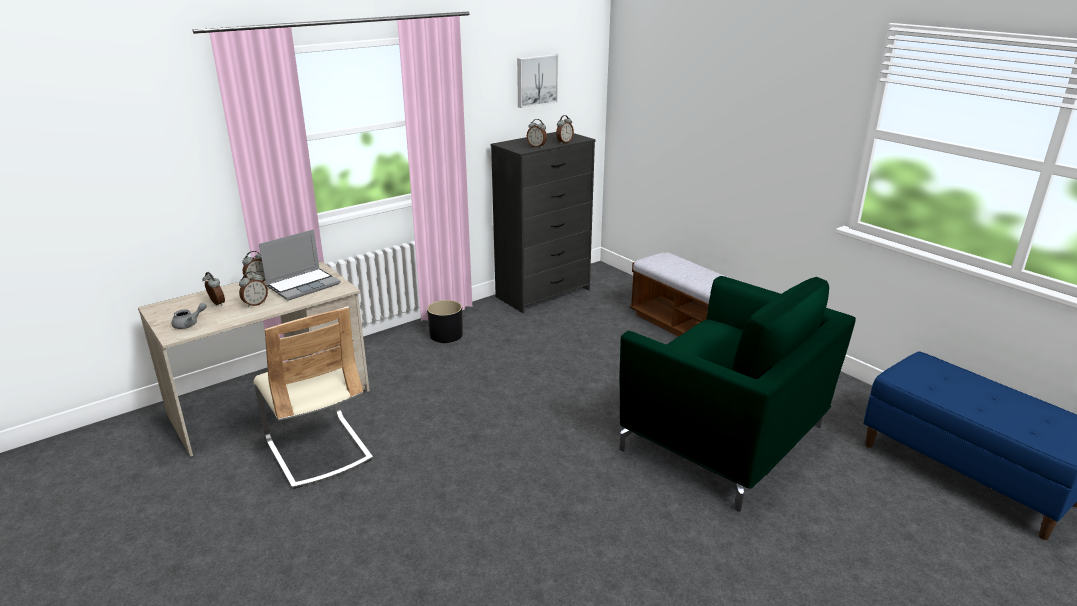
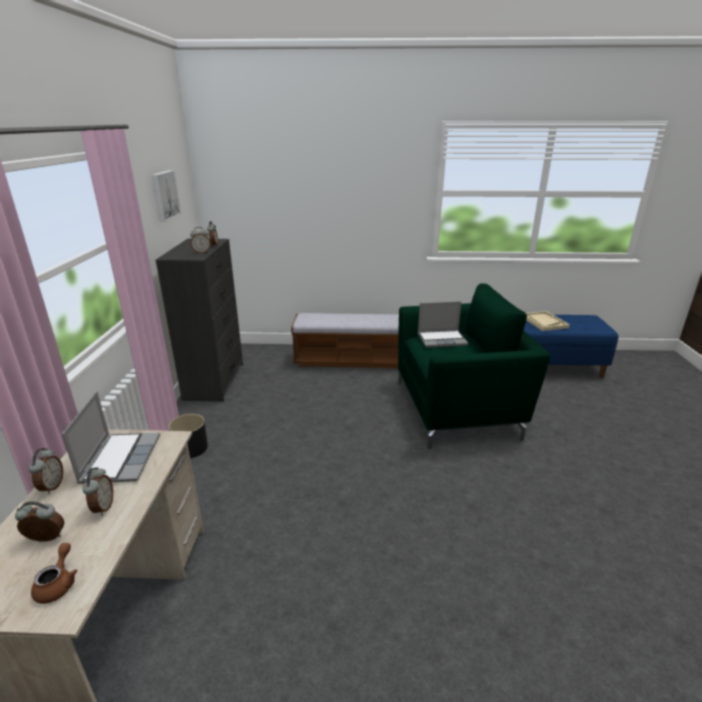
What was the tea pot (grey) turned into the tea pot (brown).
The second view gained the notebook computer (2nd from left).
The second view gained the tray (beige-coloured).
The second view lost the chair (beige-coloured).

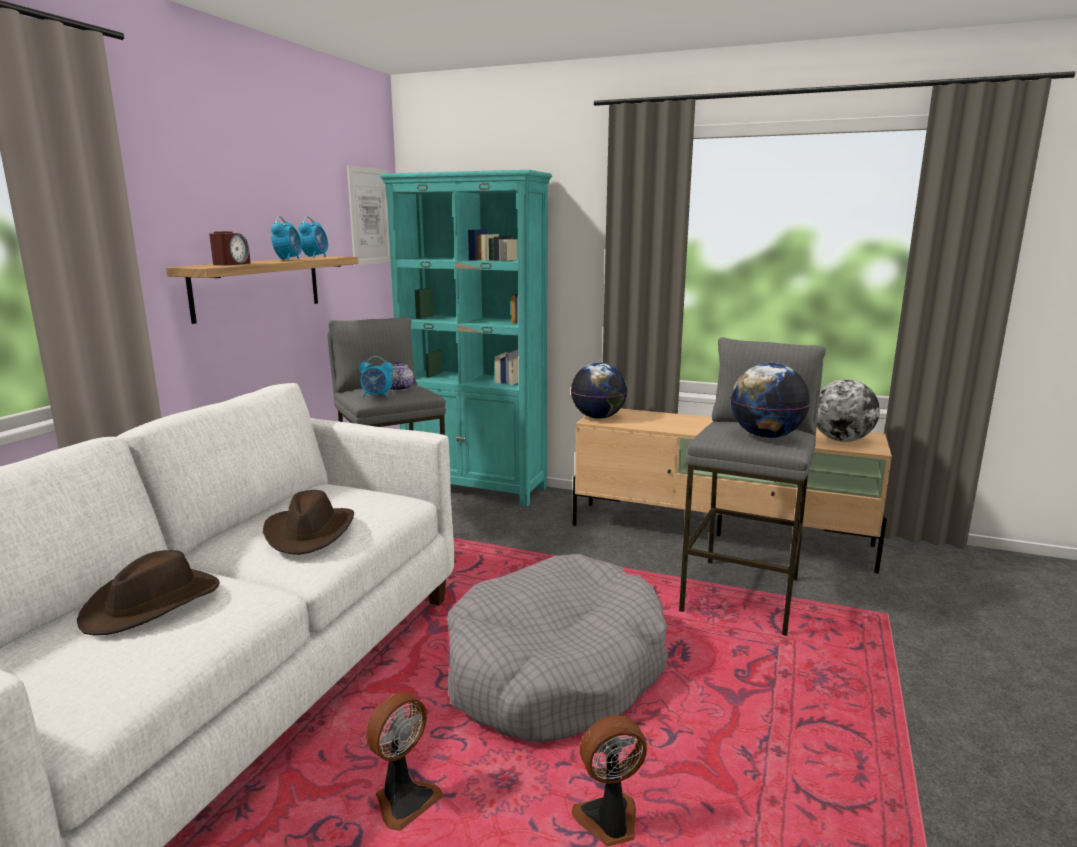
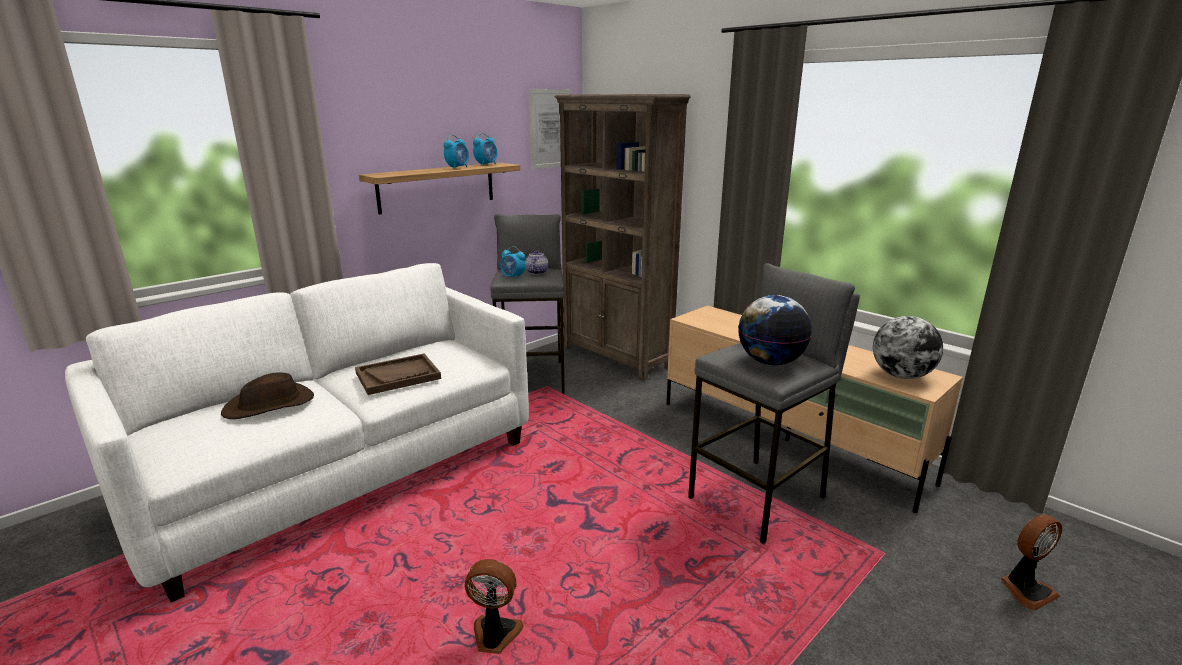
Where the clothing hat (brown) (2nd from left) stood, the tray (brown) came to stand.
What was the bookshelf (turquoise-coloured) turned into the bookshelf (brown).
The cooling fan (1st from left in the first image) ended up elsewhere.
The second view lost the alarm clock (1st from left).
The second view lost the dog bed (grey).
The second view lost the world globe (1st from left).

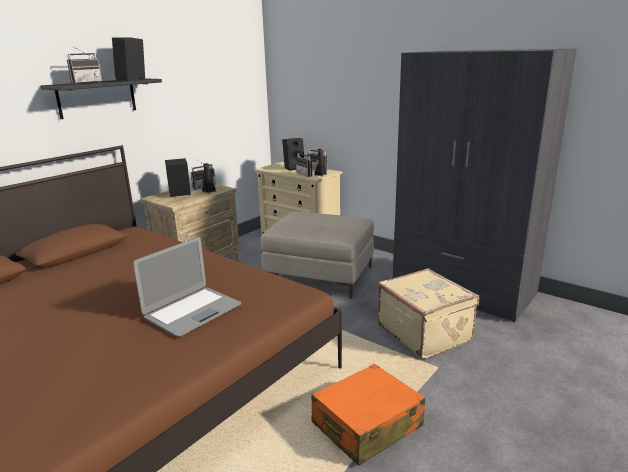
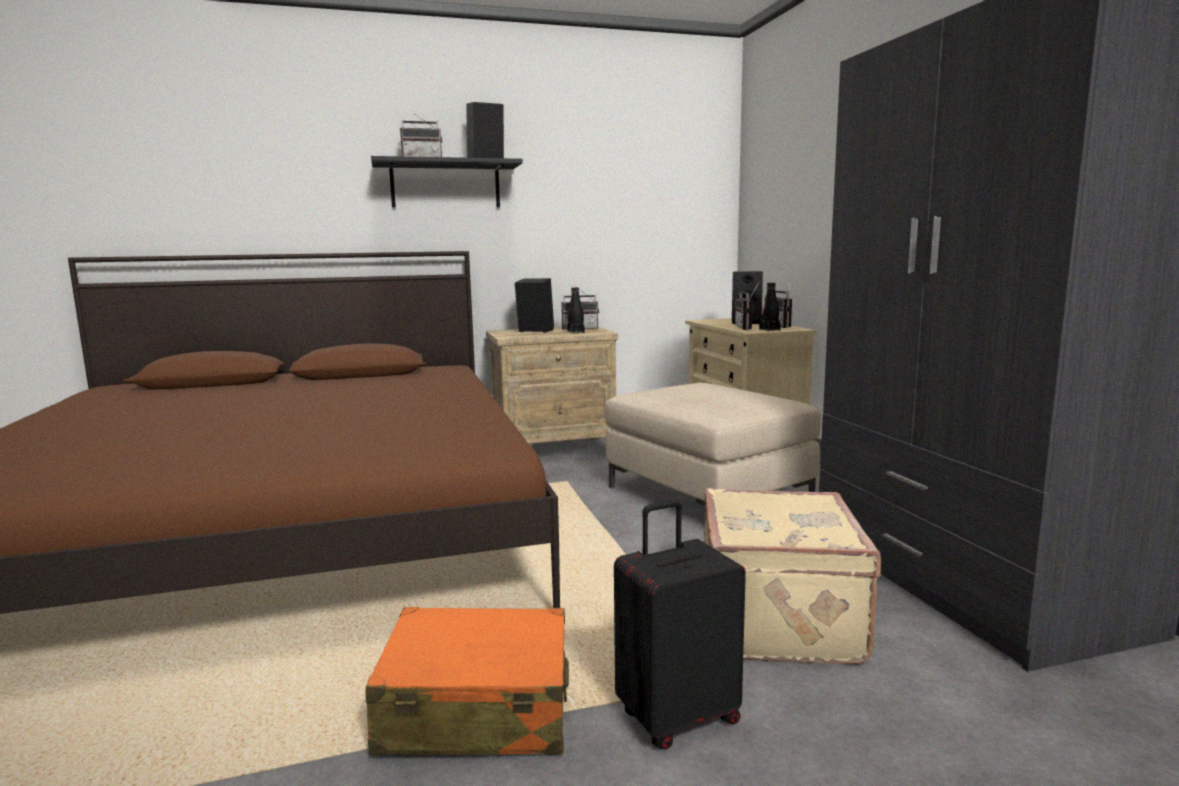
The second view gained the suitcase (black).
The second view lost the notebook computer.

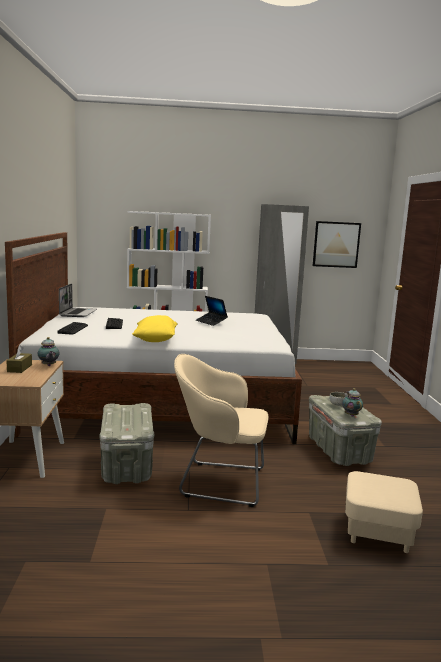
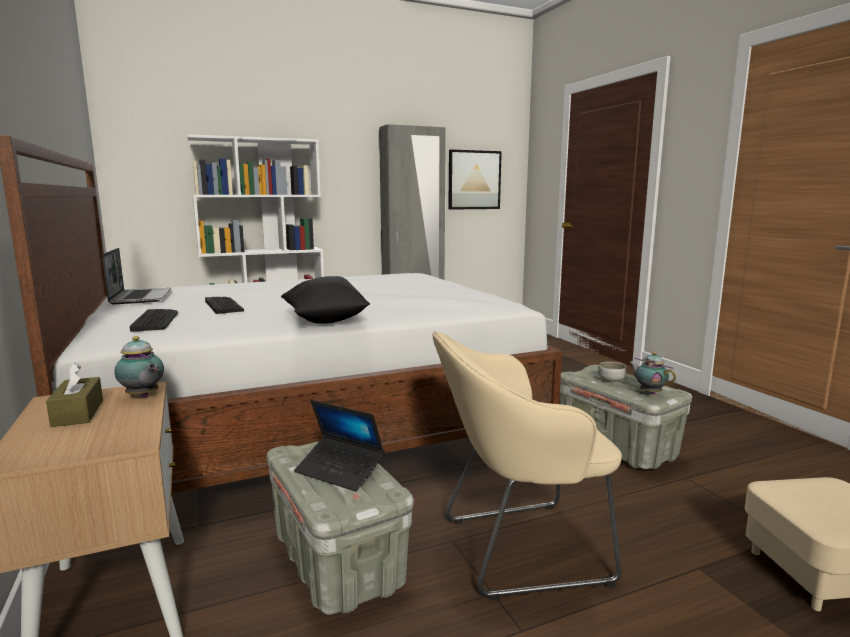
What was the cushion (yellow-coloured) turned into the cushion (black).
The notebook computer (2nd from left) ended up elsewhere.

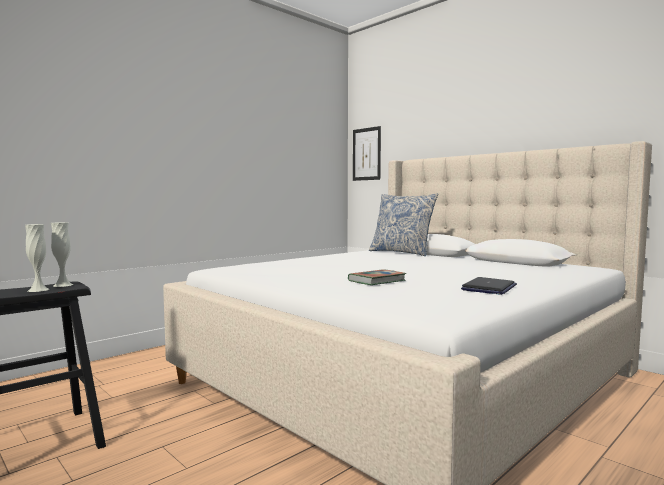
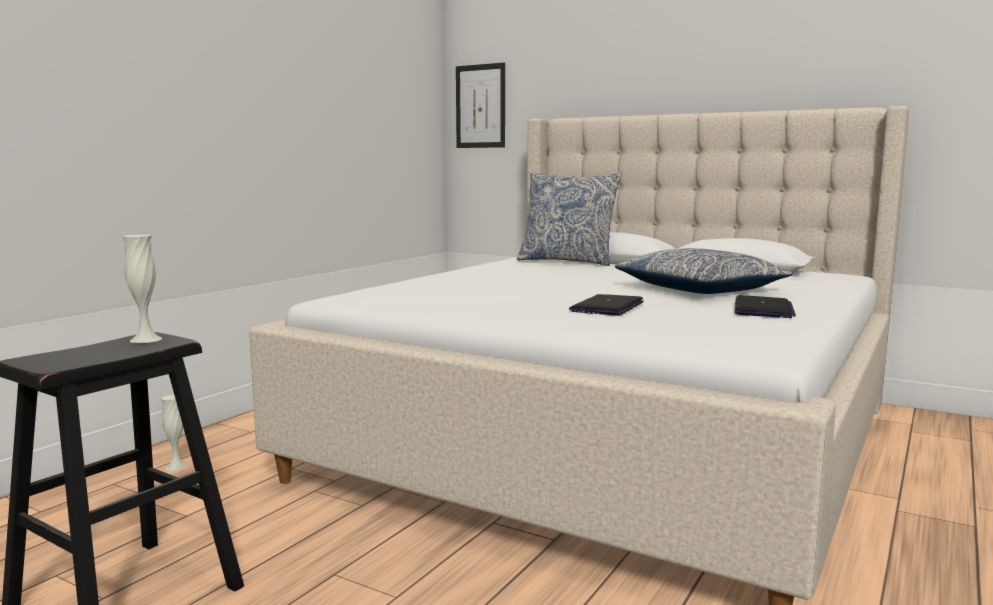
The vase (whitish) (1st from left in the first image) ended up elsewhere.
Where the bound book stood, the notebook computer (1st from left) came to stand.
The second view gained the cushion (2nd from left).

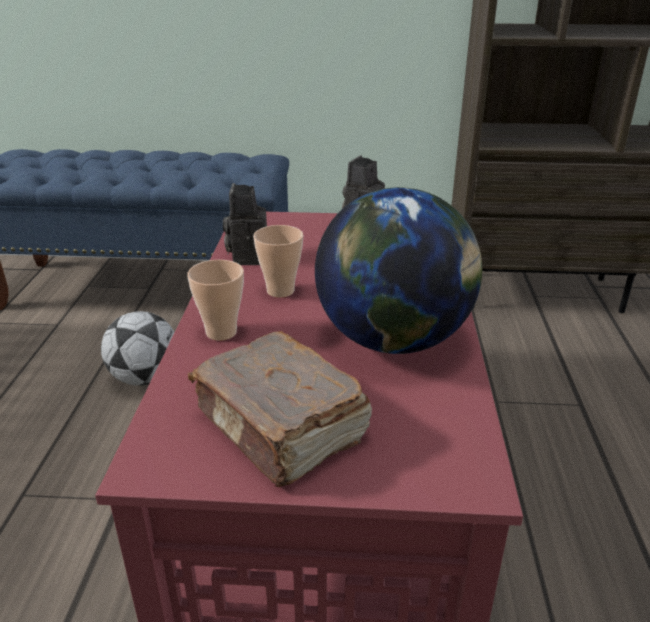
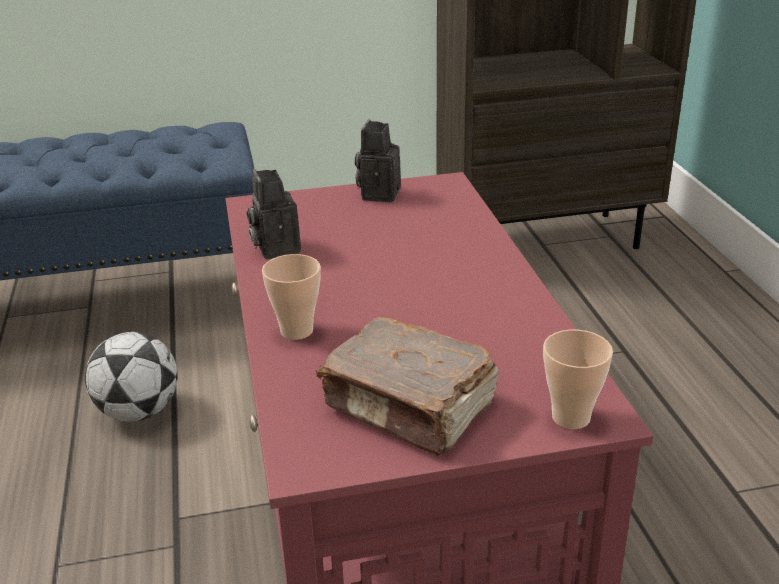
The cup (2nd from left) ended up elsewhere.
The second view lost the world globe.

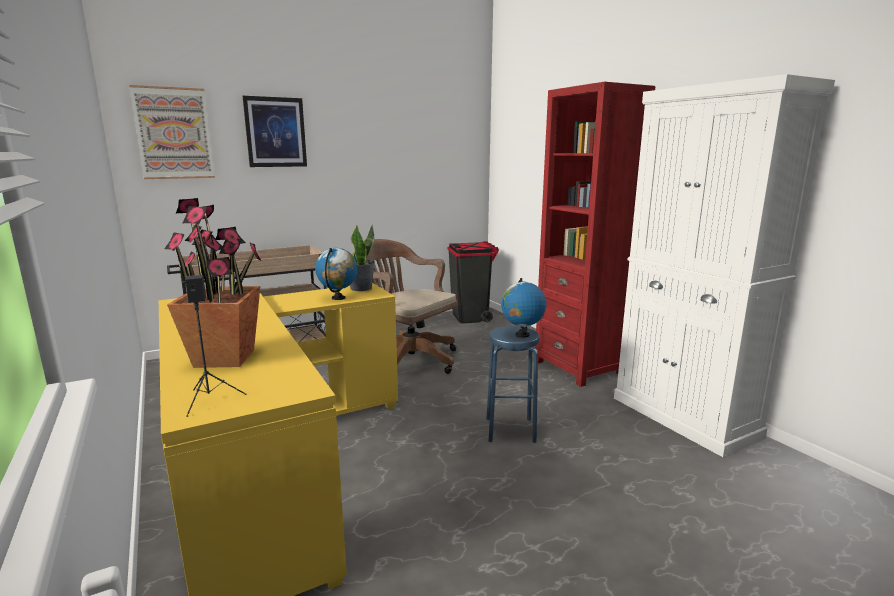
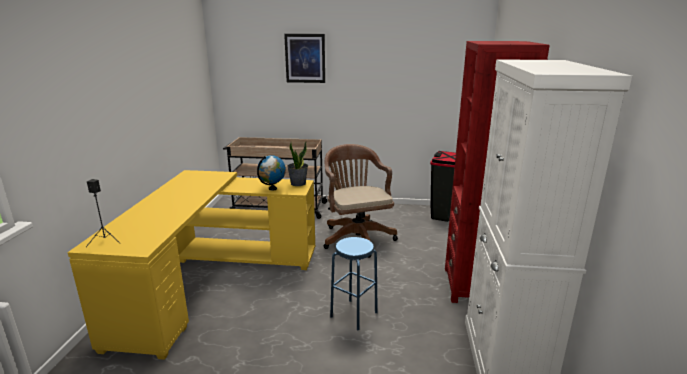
The second view lost the wall picture (1st from left).
The second view lost the plant in a pot (1st from left).
The second view lost the world globe (2nd from left).

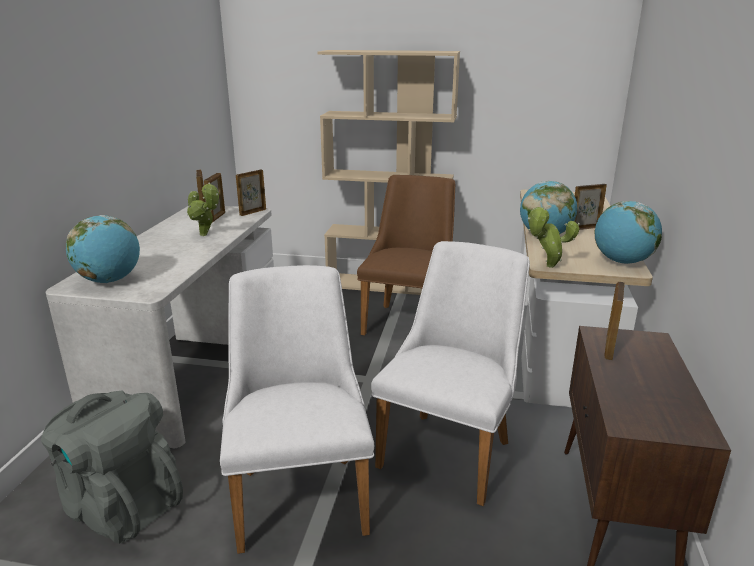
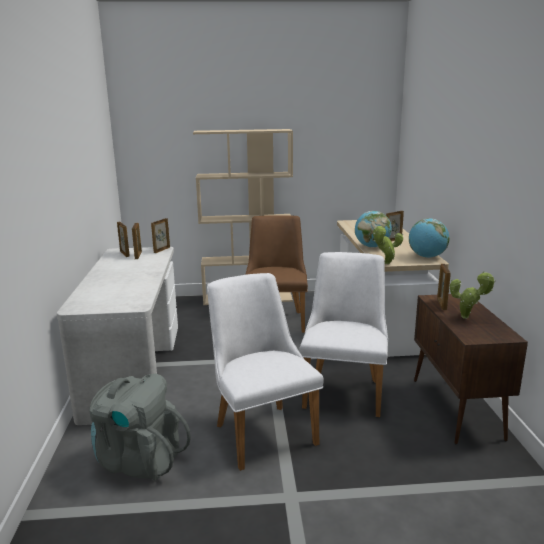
The plant in a pot (1st from left in the first image) ended up elsewhere.
The second view lost the world globe (1st from left).

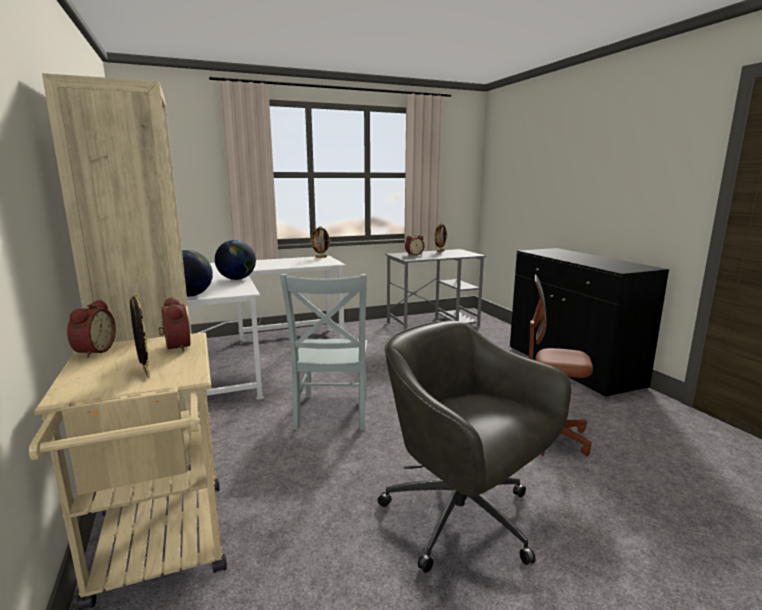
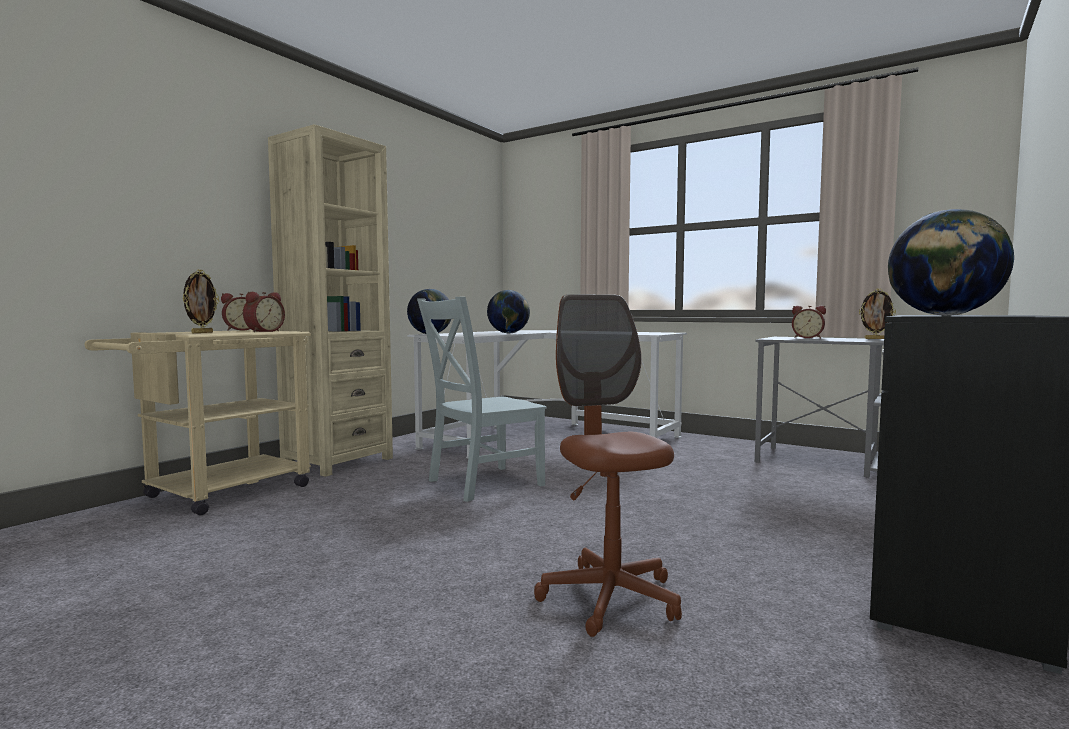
The second view gained the world globe (3rd from left).
The second view lost the picture frame (2nd from left).
The second view lost the office chair (grey).

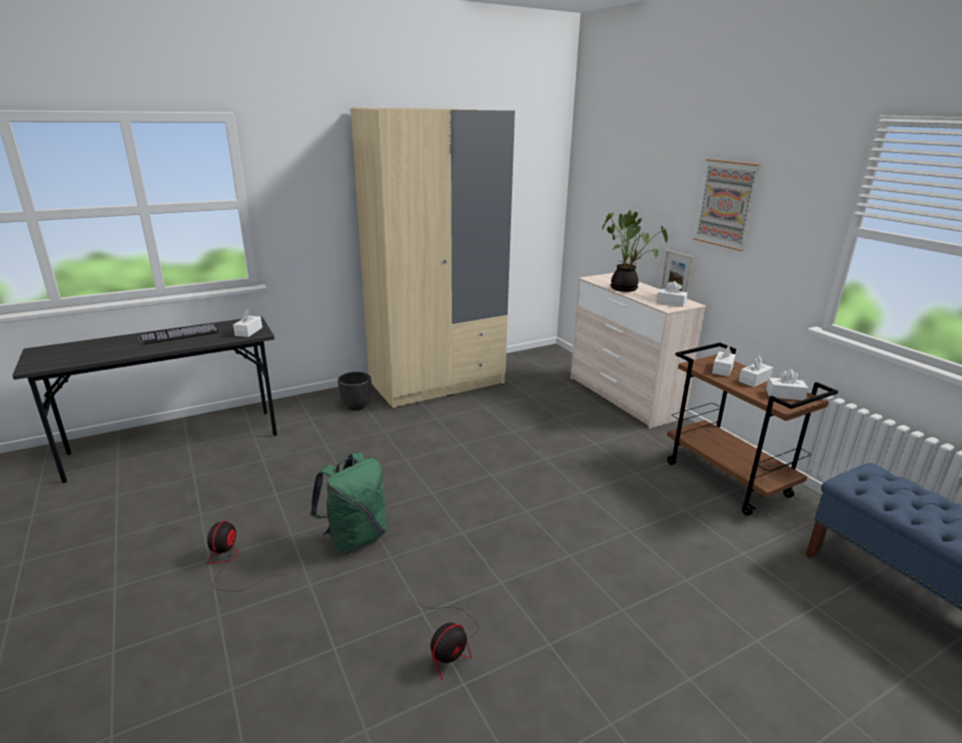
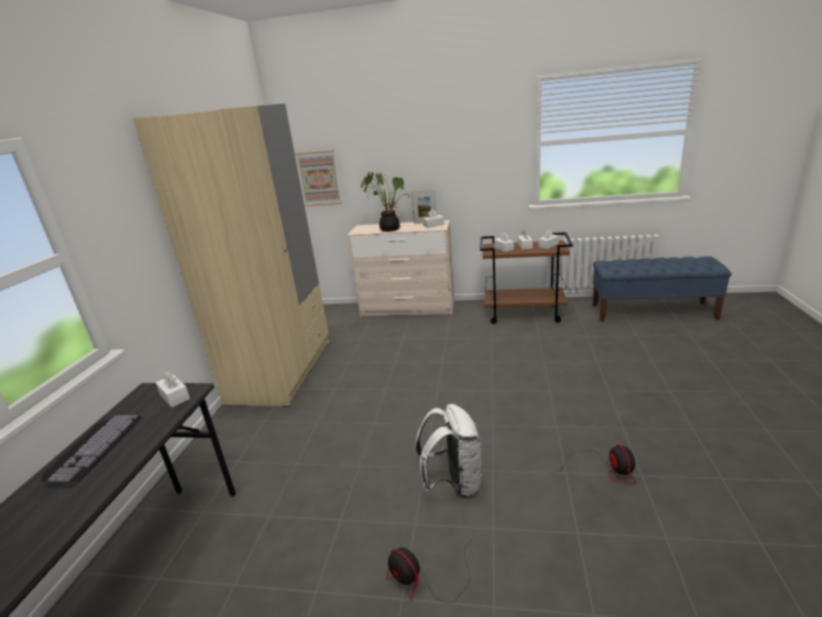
The wall picture ended up elsewhere.
What was the rucksack (green) turned into the rucksack (whitish).
The second view lost the plant pot (black).

